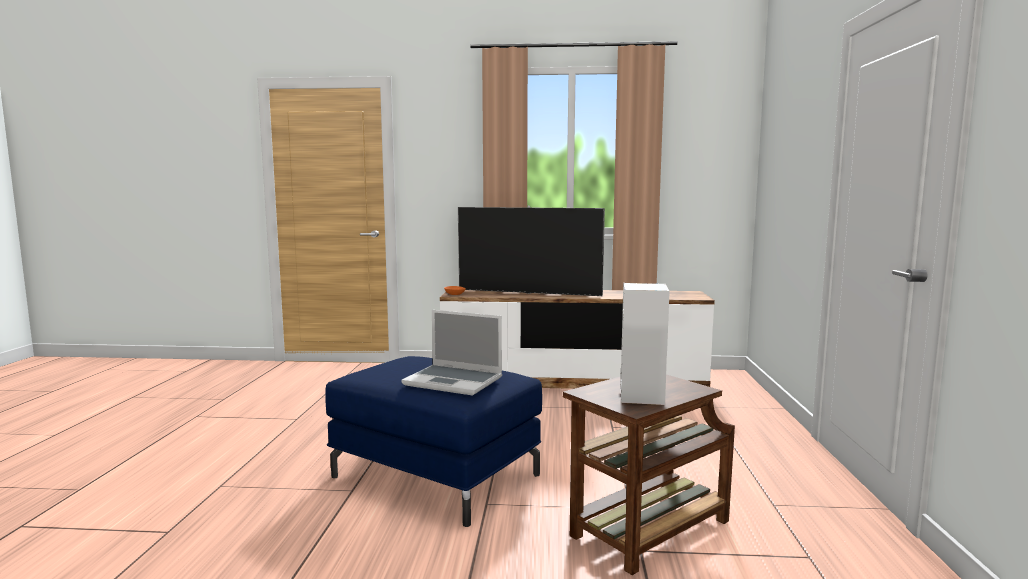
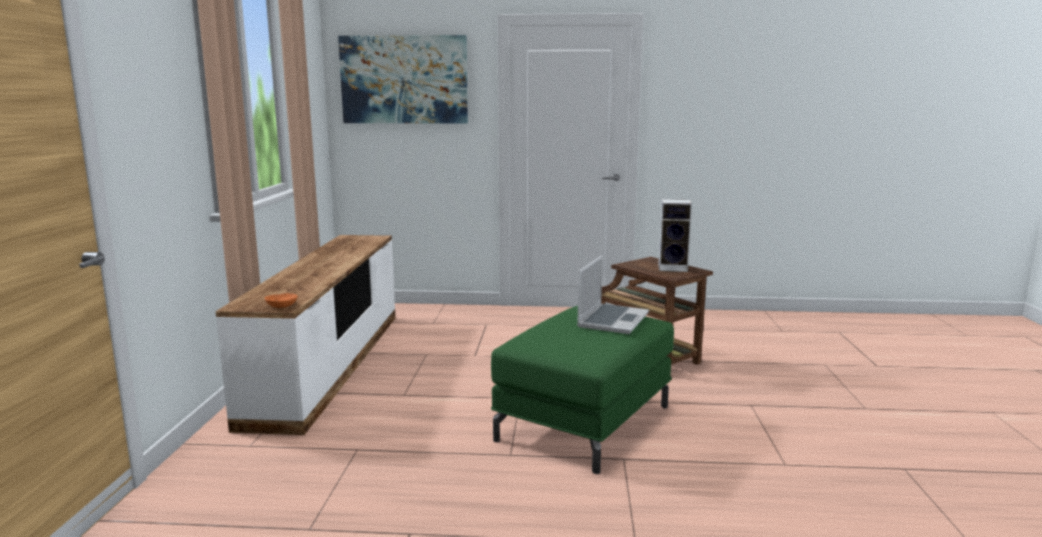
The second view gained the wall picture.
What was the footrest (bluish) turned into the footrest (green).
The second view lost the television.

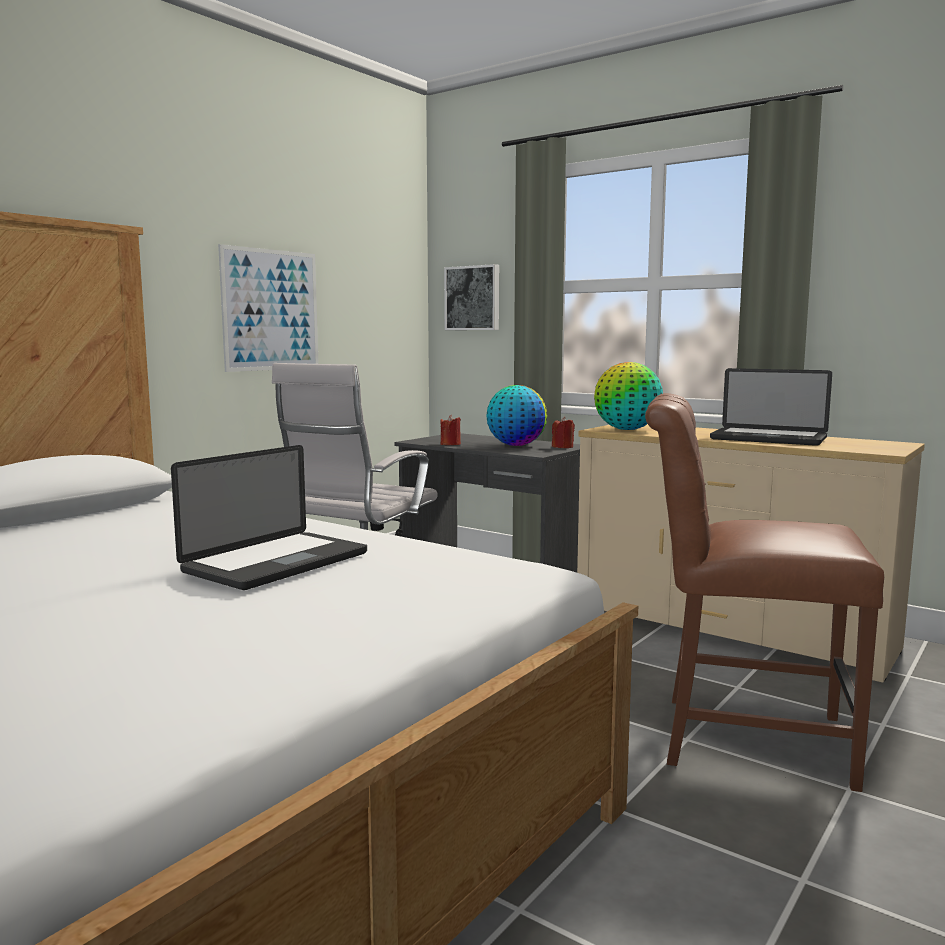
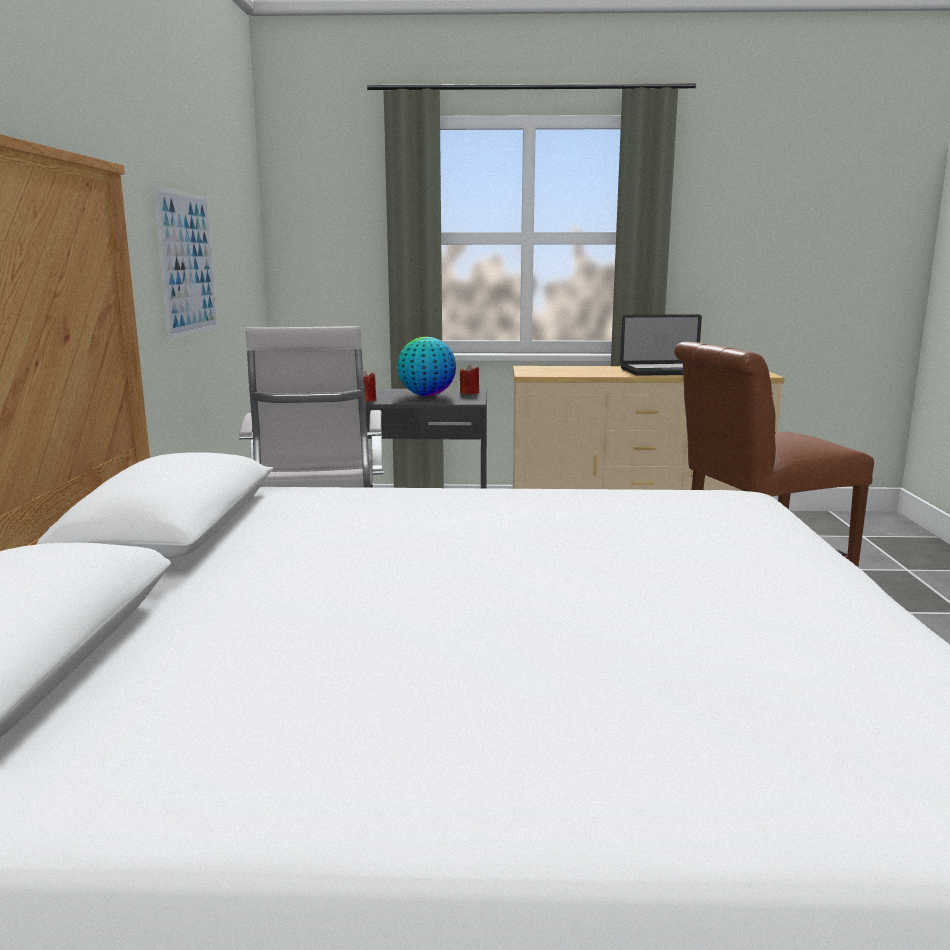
The second view lost the notebook computer (1st from left).
The second view lost the wall picture (2nd from left).
The second view lost the world globe (2nd from left).

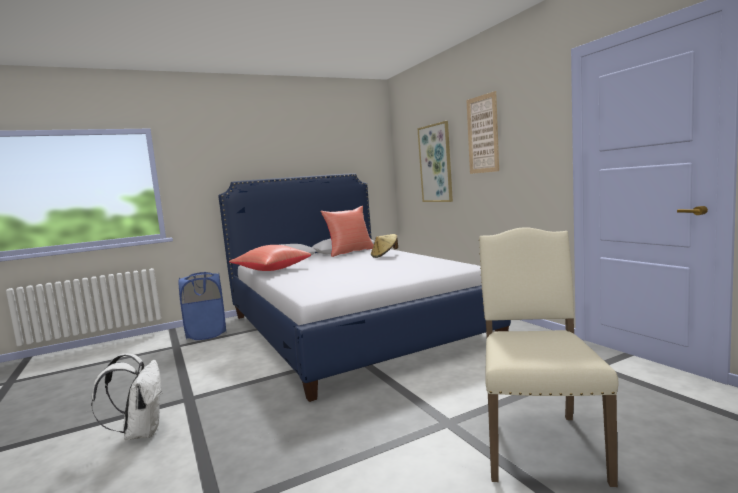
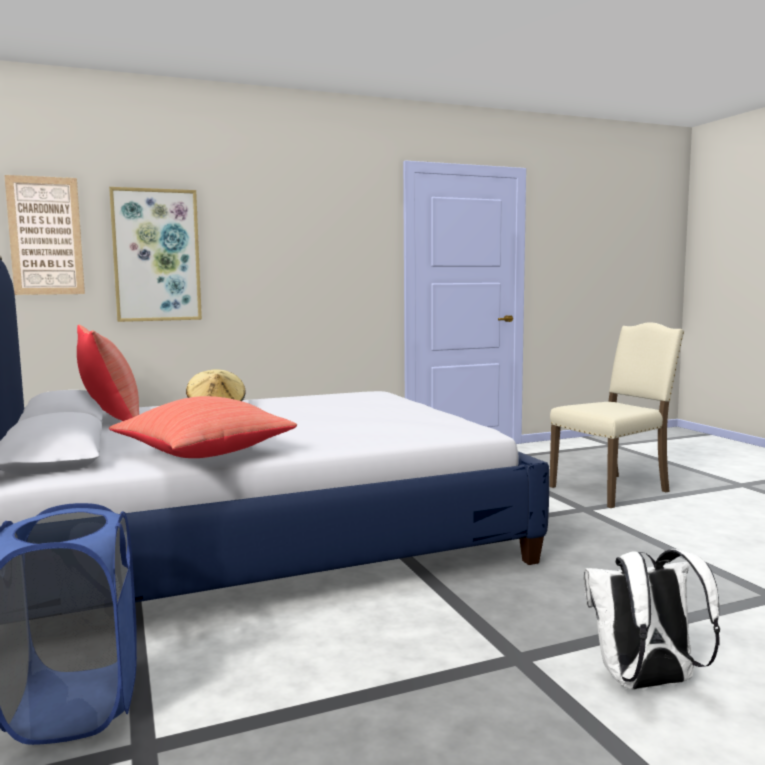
The wall picture (2nd from left in the first image) ended up elsewhere.
The chair (beige-coloured) ended up facing another way, 135 degrees clockwise from before.

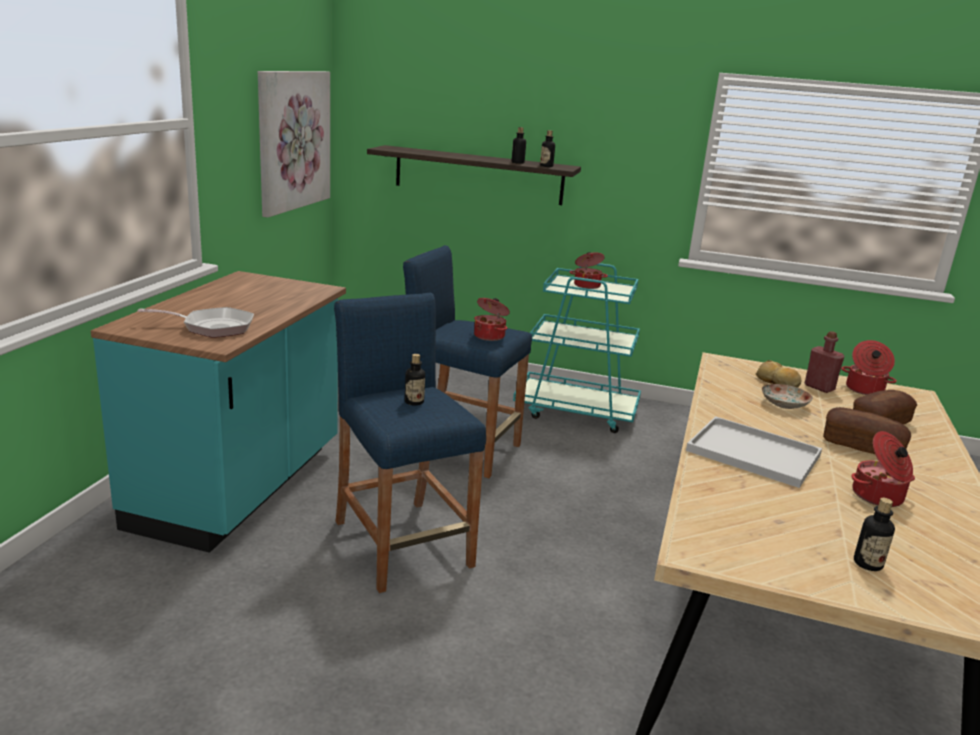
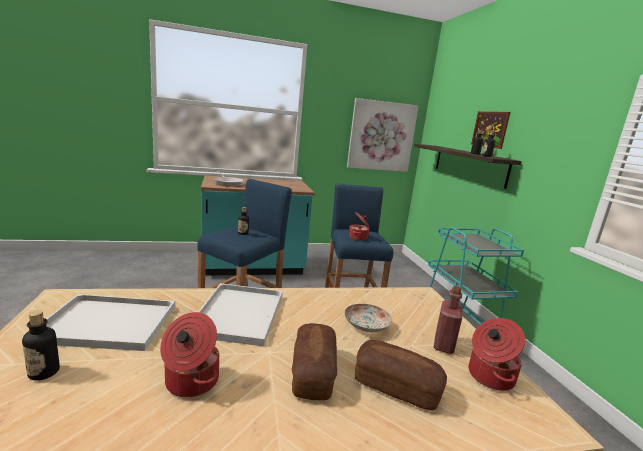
The second view gained the tray (whitish) (1st from left).
The second view gained the wall picture (2nd from left).
The second view lost the cooking pot (2nd from left).
The second view lost the bread (1st from left).

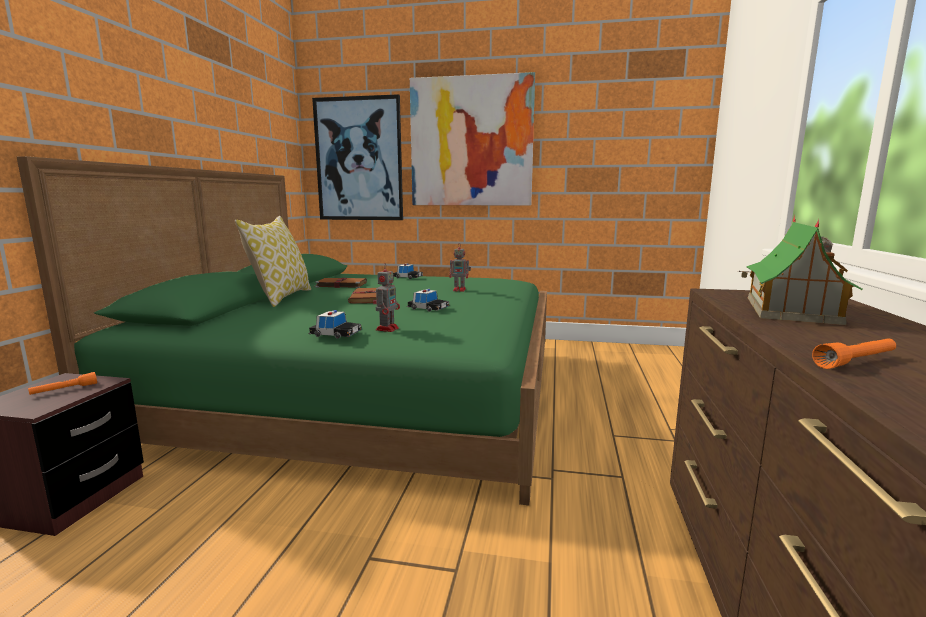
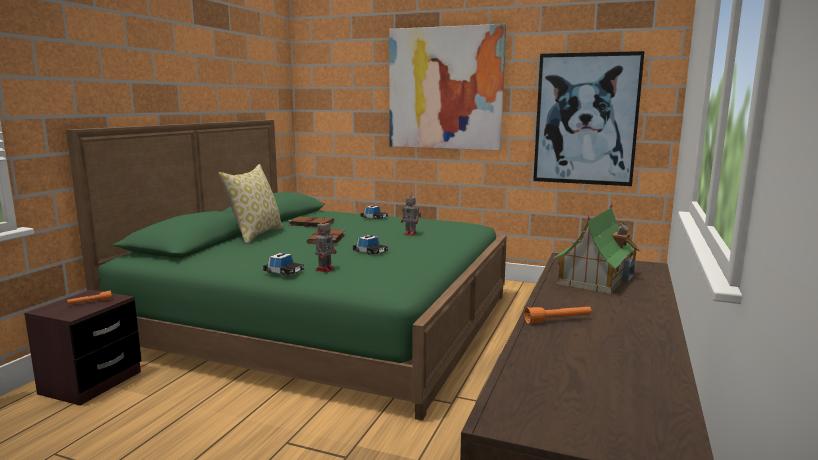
The wall picture (1st from left in the first image) ended up elsewhere.

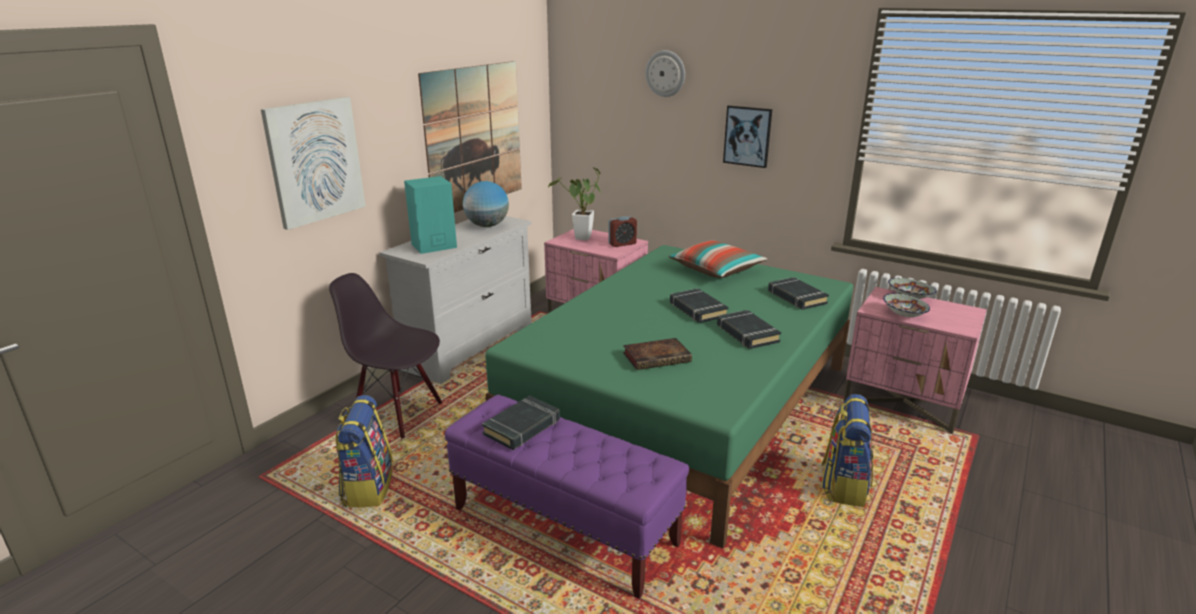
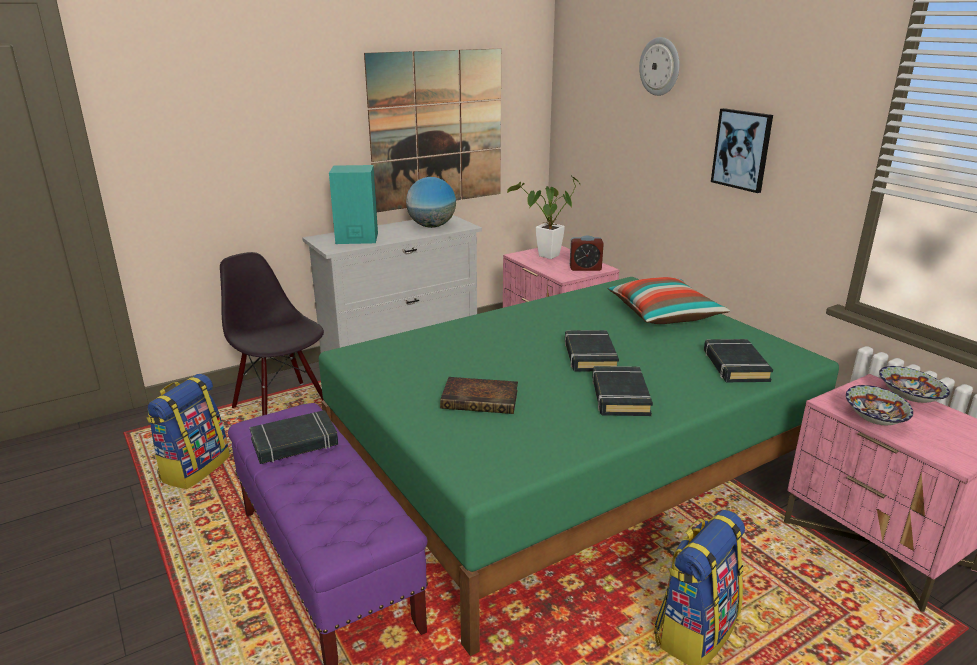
The second view lost the wall picture (1st from left).

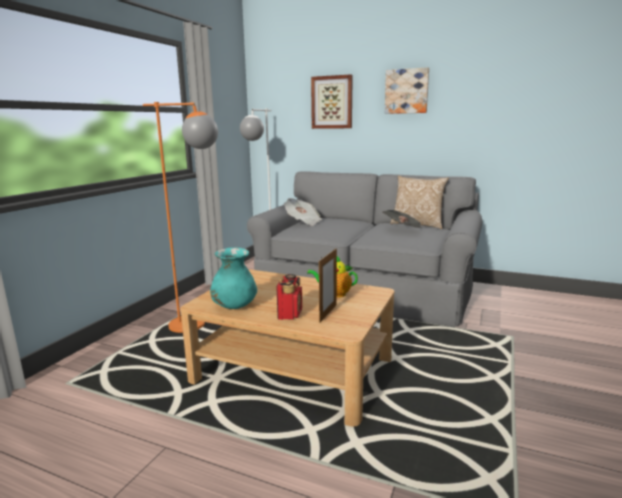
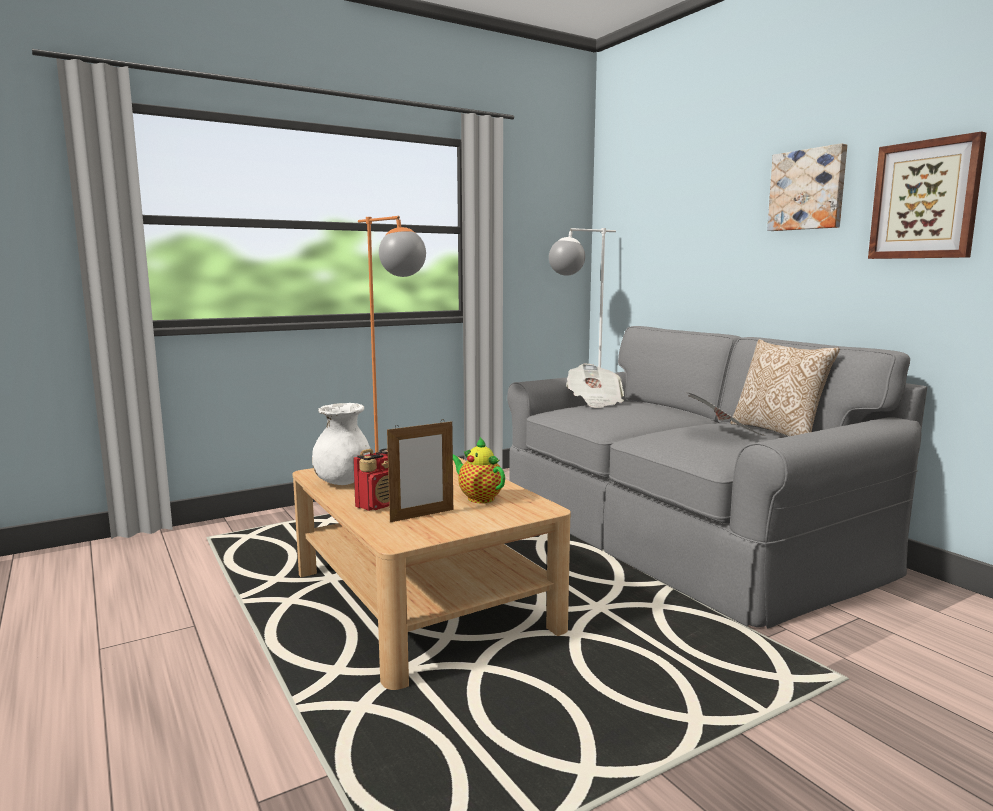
What was the vase (turquoise-coloured) turned into the vase (whitish).
The wall picture (1st from left in the first image) ended up elsewhere.

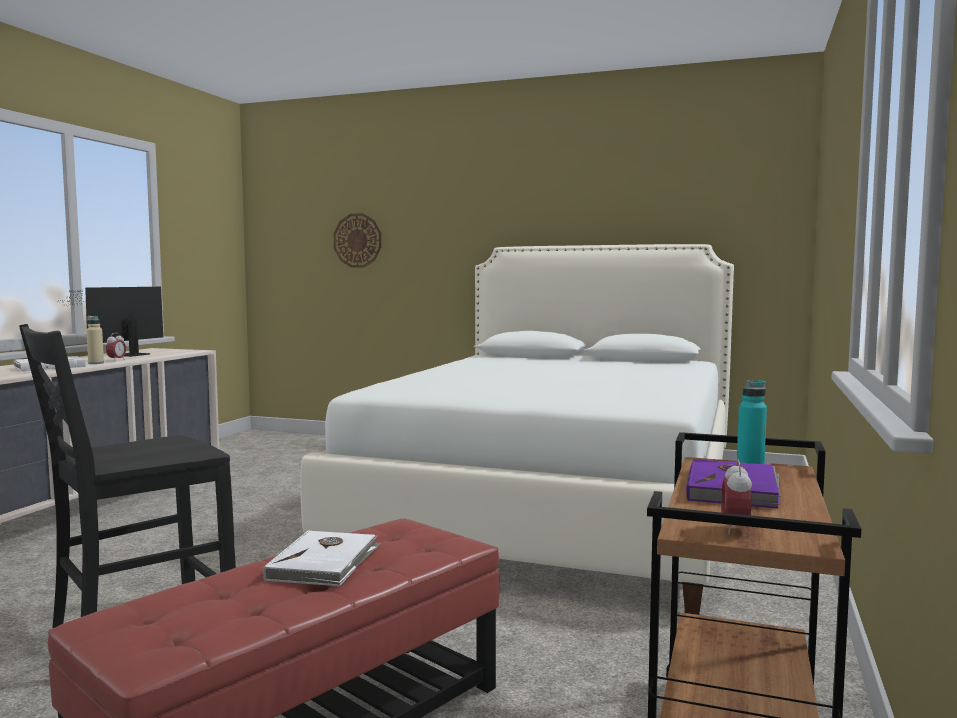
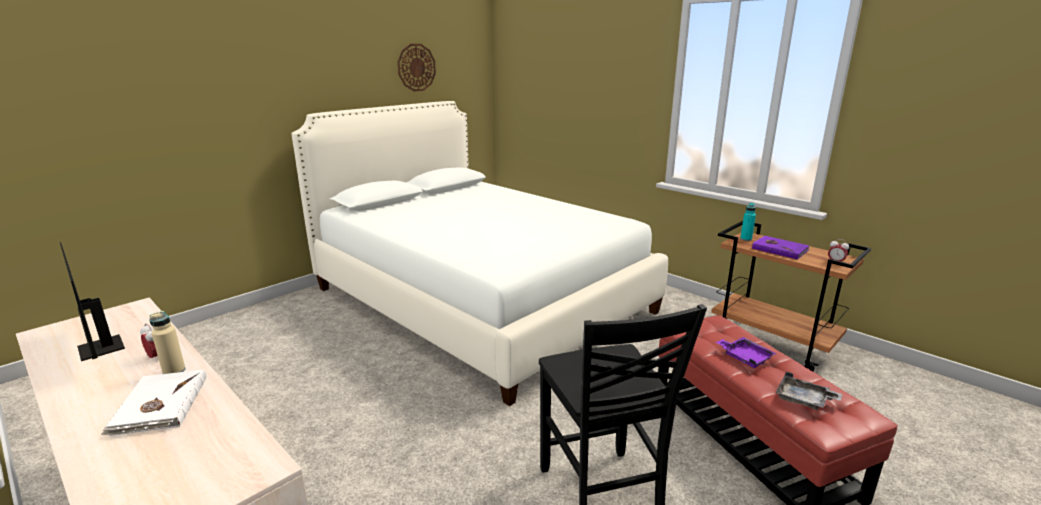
The wall clock ended up elsewhere.
Where the bound book (whitish) (2nd from left) stood, the tray (purplish) came to stand.
The second view gained the tray (grey).

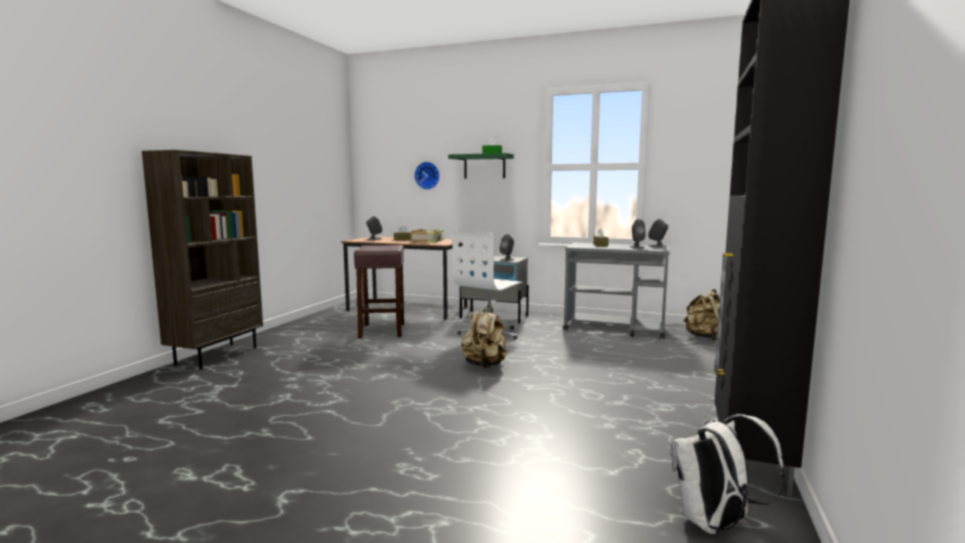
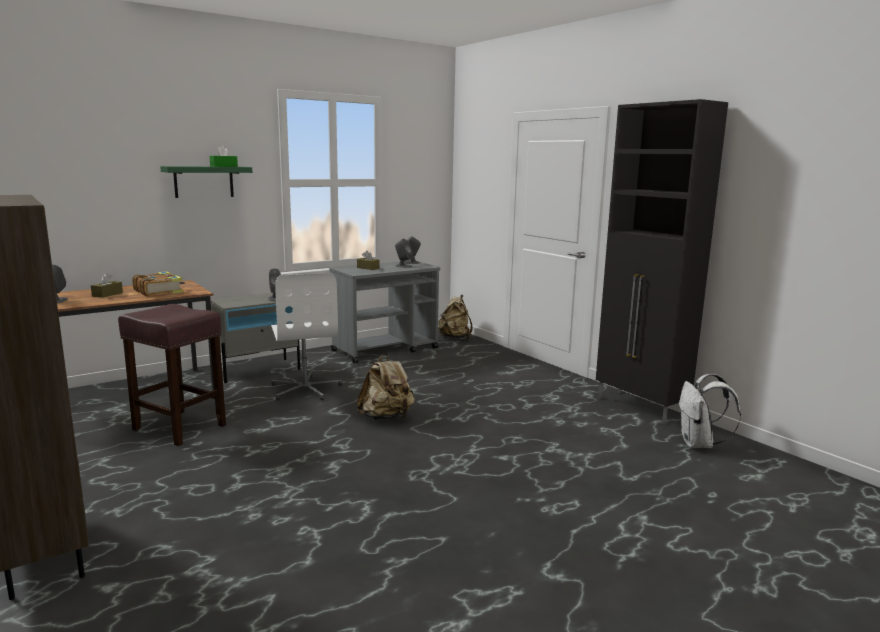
The second view lost the wall clock.

